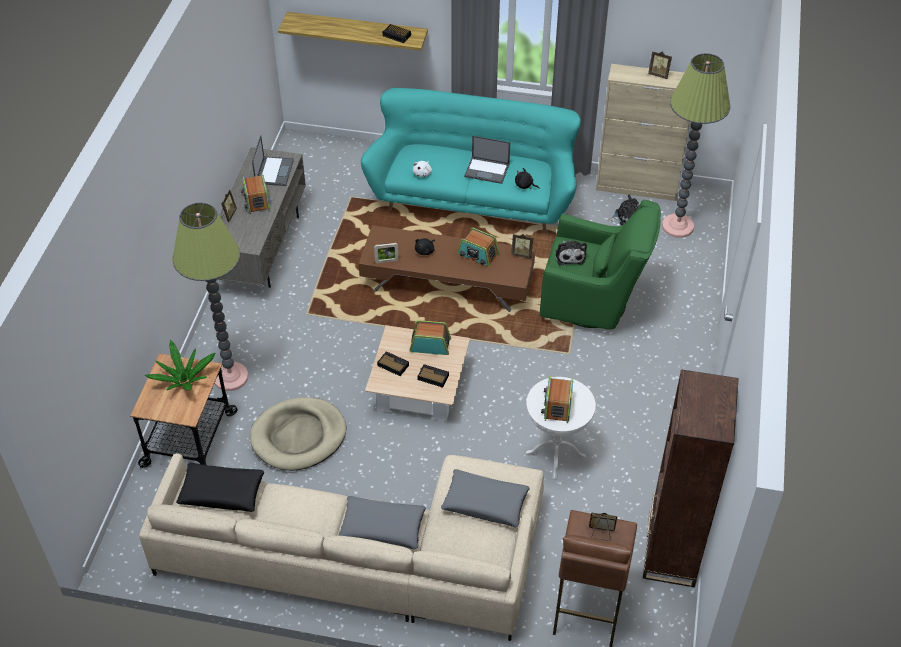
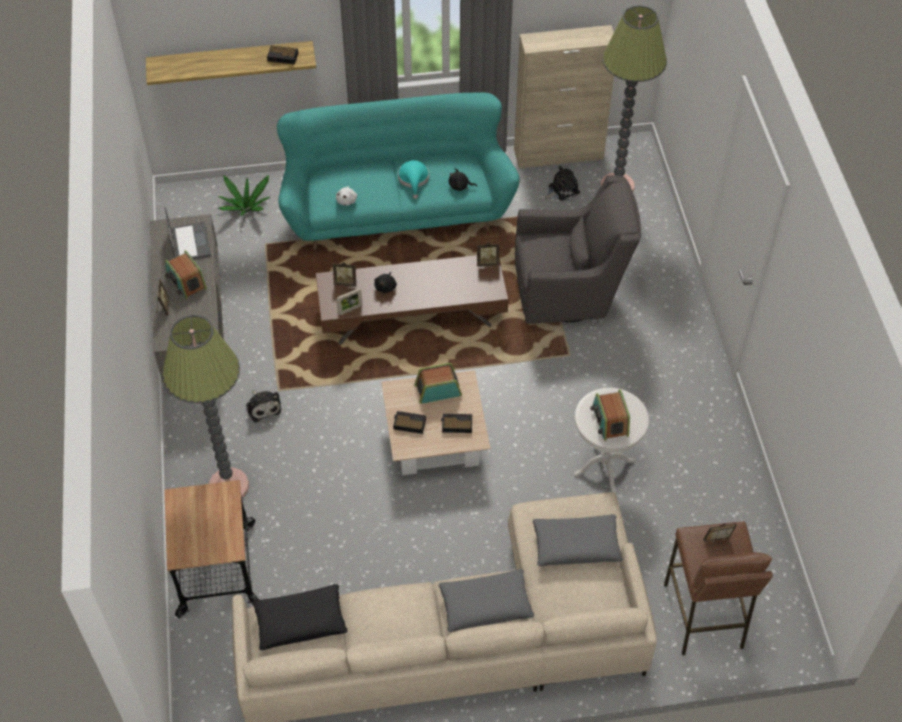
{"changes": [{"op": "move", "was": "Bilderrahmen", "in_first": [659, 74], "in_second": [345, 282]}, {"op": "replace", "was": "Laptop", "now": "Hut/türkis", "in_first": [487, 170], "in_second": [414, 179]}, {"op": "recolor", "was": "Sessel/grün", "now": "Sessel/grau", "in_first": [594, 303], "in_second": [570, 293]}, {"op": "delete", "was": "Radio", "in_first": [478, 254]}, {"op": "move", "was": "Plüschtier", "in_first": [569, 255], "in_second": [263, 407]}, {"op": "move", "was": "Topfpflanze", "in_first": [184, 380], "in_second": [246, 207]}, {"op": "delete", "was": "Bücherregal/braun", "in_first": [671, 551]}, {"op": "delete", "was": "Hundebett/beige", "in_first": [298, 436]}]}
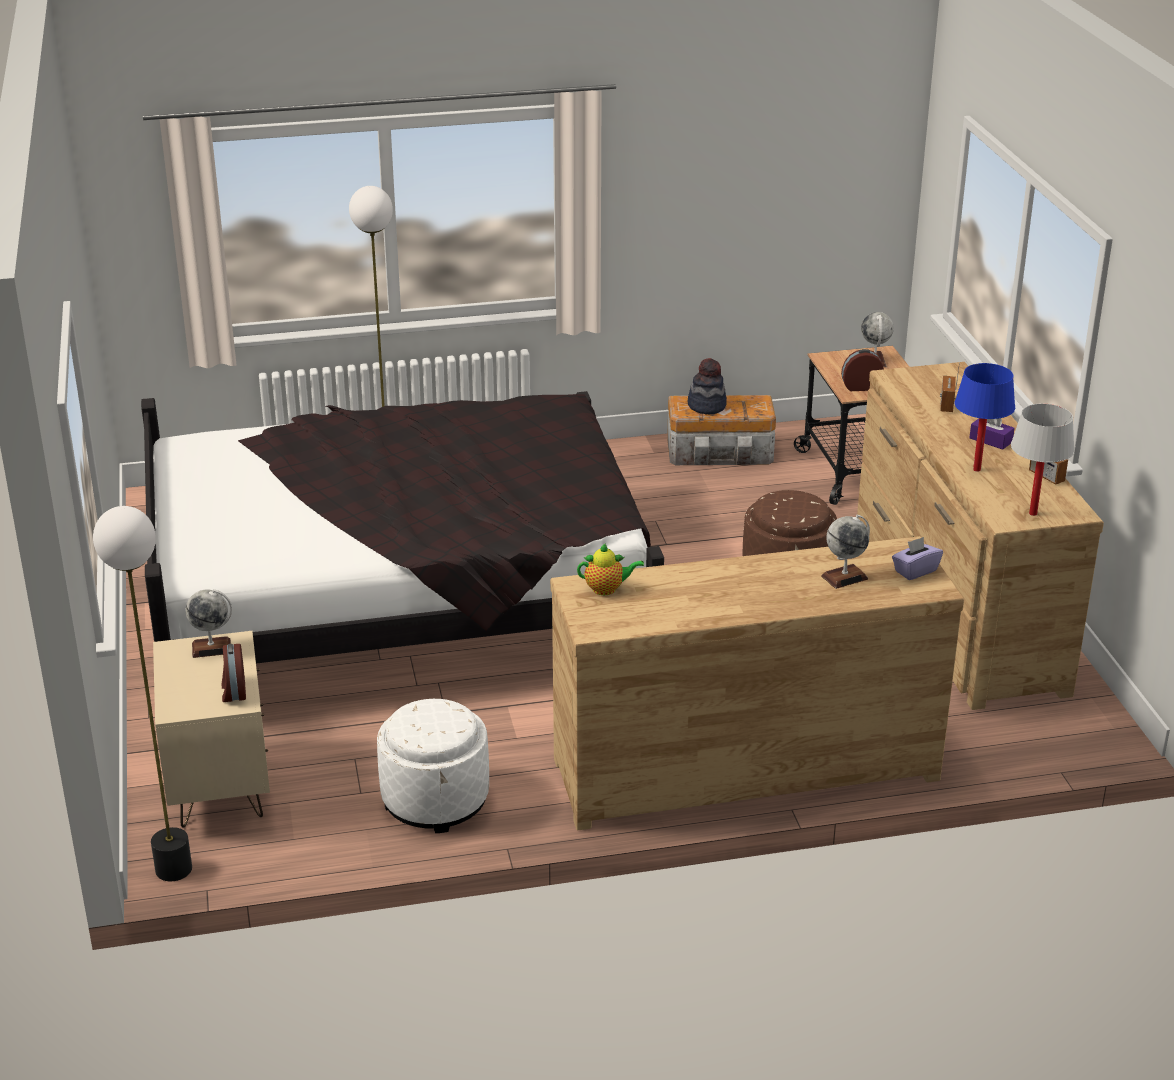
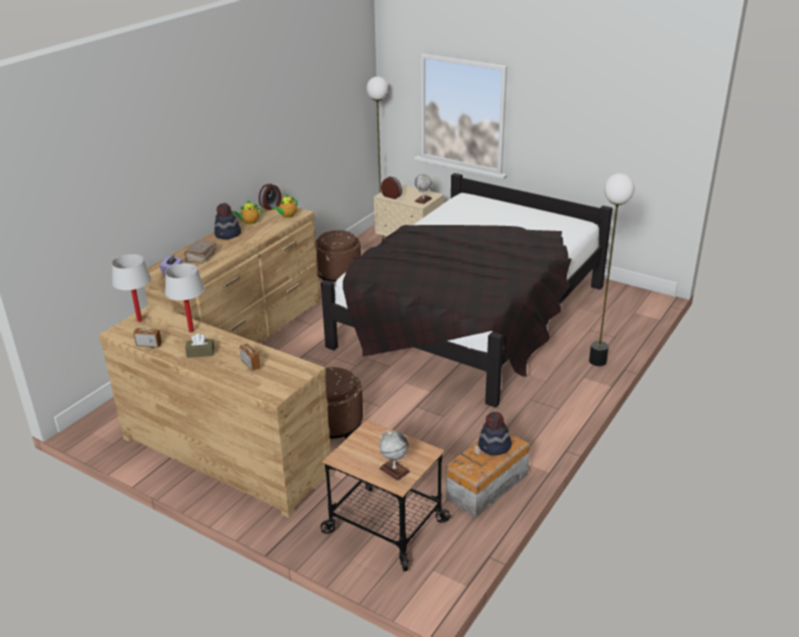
{"changes": [{"op": "move", "was": "Wecker", "in_first": [861, 386], "in_second": [271, 206]}, {"op": "recolor", "was": "Tischlampe/blau", "now": "Tischlampe/weiß", "in_first": [977, 469], "in_second": [191, 331]}, {"op": "recolor", "was": "Taschentuchbox/lila", "now": "Taschentuchbox/braun", "in_first": [990, 440], "in_second": [200, 353]}, {"op": "replace", "was": "Globus", "now": "Buch/braun", "in_first": [844, 577], "in_second": [201, 257]}, {"op": "recolor", "was": "Polsterhocker/weiß", "now": "Polsterhocker/braun", "in_first": [435, 800], "in_second": [338, 274]}, {"op": "insert", "now": "Teekanne", "in_second": [249, 222]}, {"op": "insert", "now": "Hut", "in_second": [228, 234]}]}
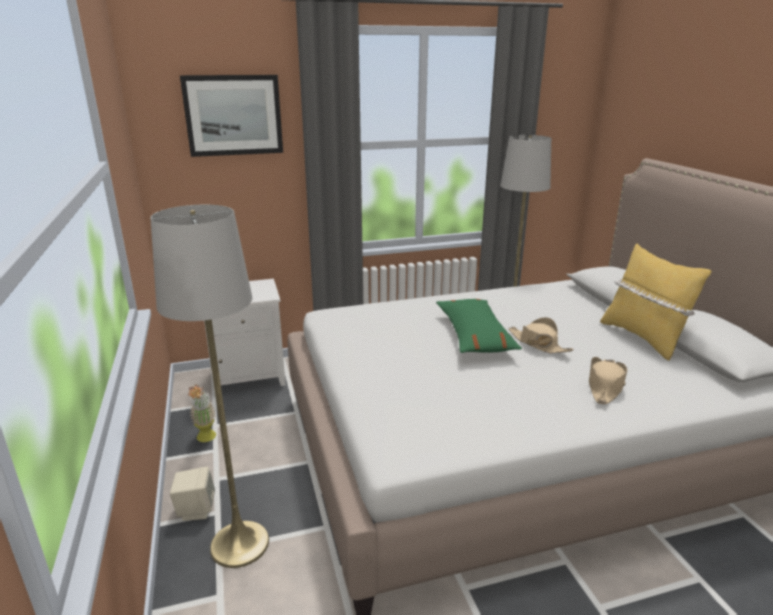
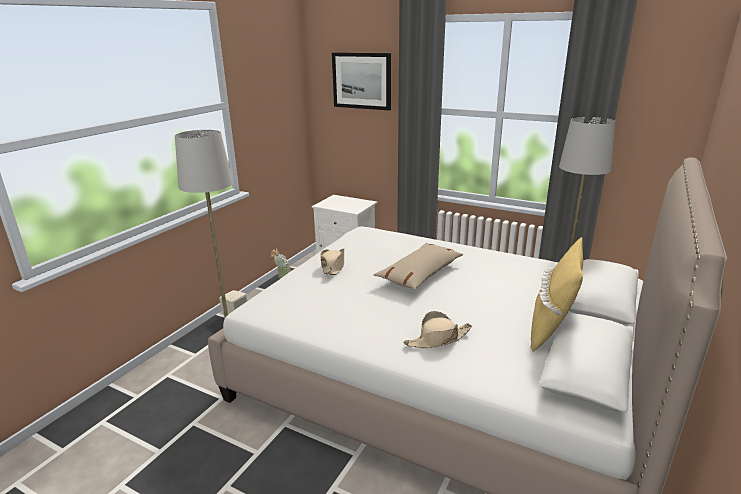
{"changes": [{"op": "recolor", "was": "Kissen/grün", "now": "Kissen/beige", "in_first": [474, 335], "in_second": [420, 274]}, {"op": "move", "was": "Hut/beige", "in_first": [538, 344], "in_second": [333, 266]}]}
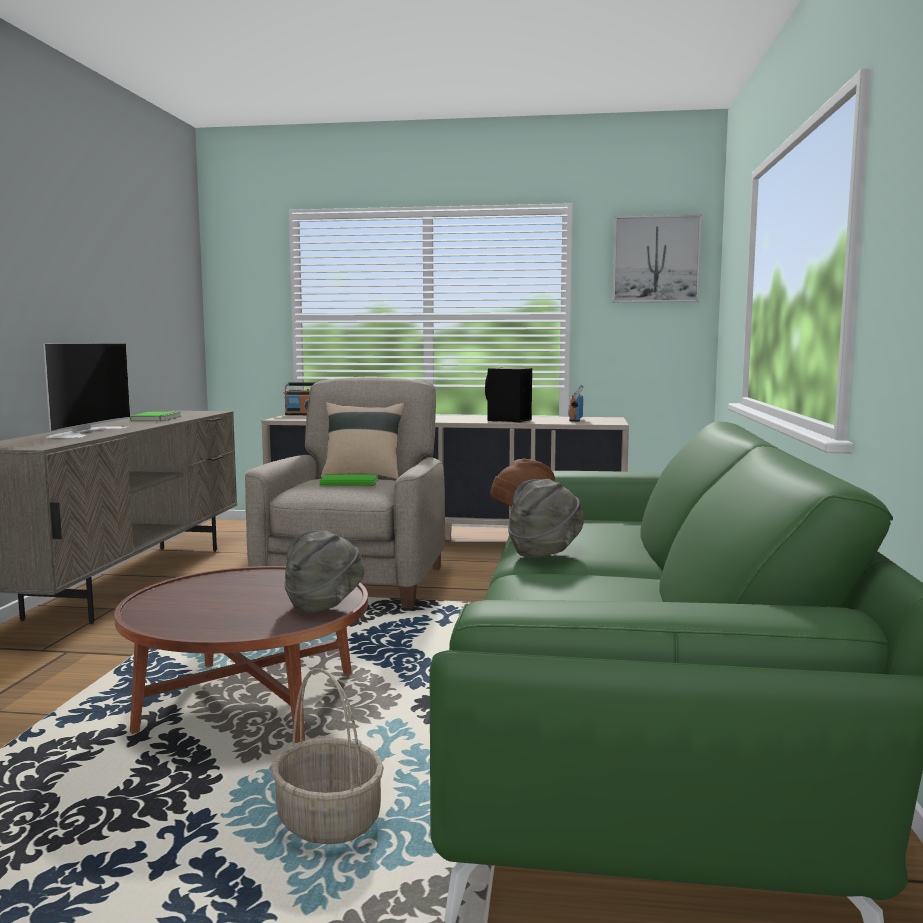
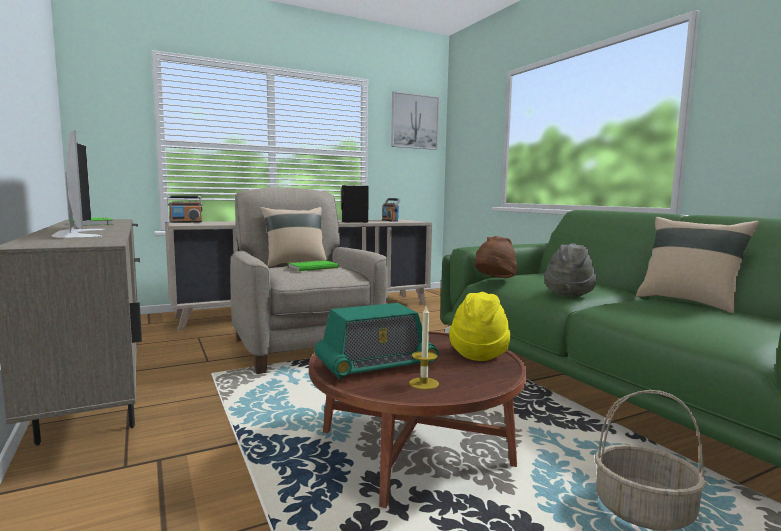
{"changes": [{"op": "recolor", "was": "Hut/grau", "now": "Hut/gelb", "in_first": [324, 606], "in_second": [479, 353]}, {"op": "insert", "now": "Kissen/beige", "in_second": [688, 302]}, {"op": "insert", "now": "Radio", "in_second": [376, 364]}, {"op": "insert", "now": "Kerze", "in_second": [423, 383]}]}
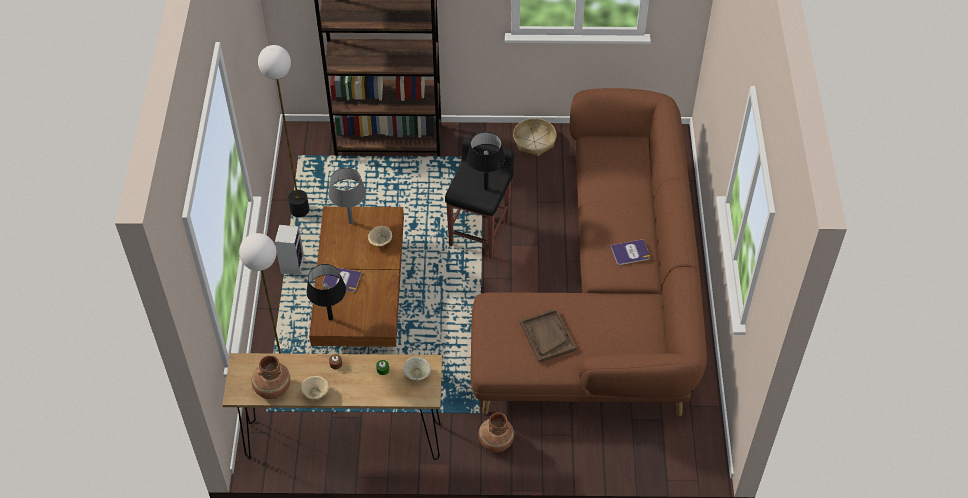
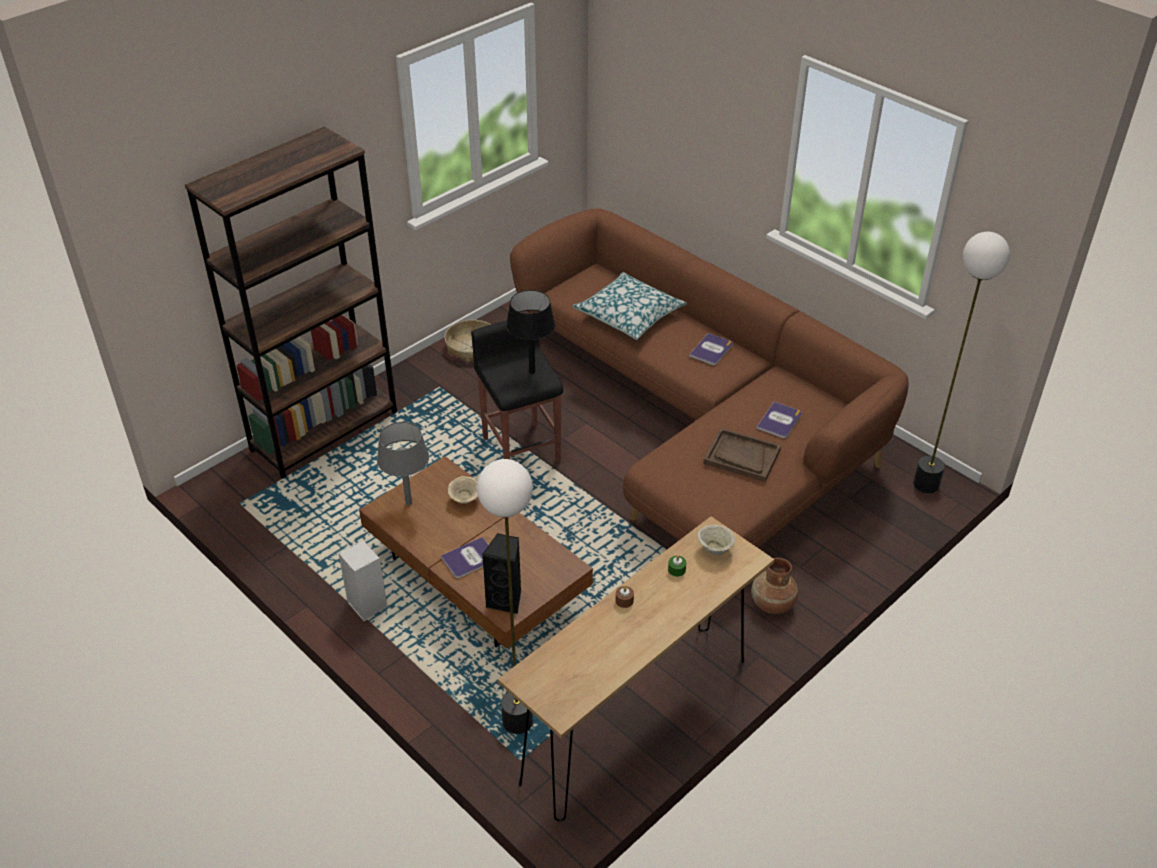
{"changes": [{"op": "move", "was": "Stehlampe", "in_first": [299, 210], "in_second": [925, 484]}, {"op": "replace", "was": "Tischlampe/schwarz", "now": "Lautsprecher/schwarz", "in_first": [330, 318], "in_second": [506, 600]}, {"op": "delete", "was": "Vase/braun", "in_first": [272, 388]}, {"op": "delete", "was": "Schüssel/beige", "in_first": [315, 394]}, {"op": "insert", "now": "Kissen", "in_second": [629, 315]}, {"op": "insert", "now": "Buch", "in_second": [779, 421]}]}
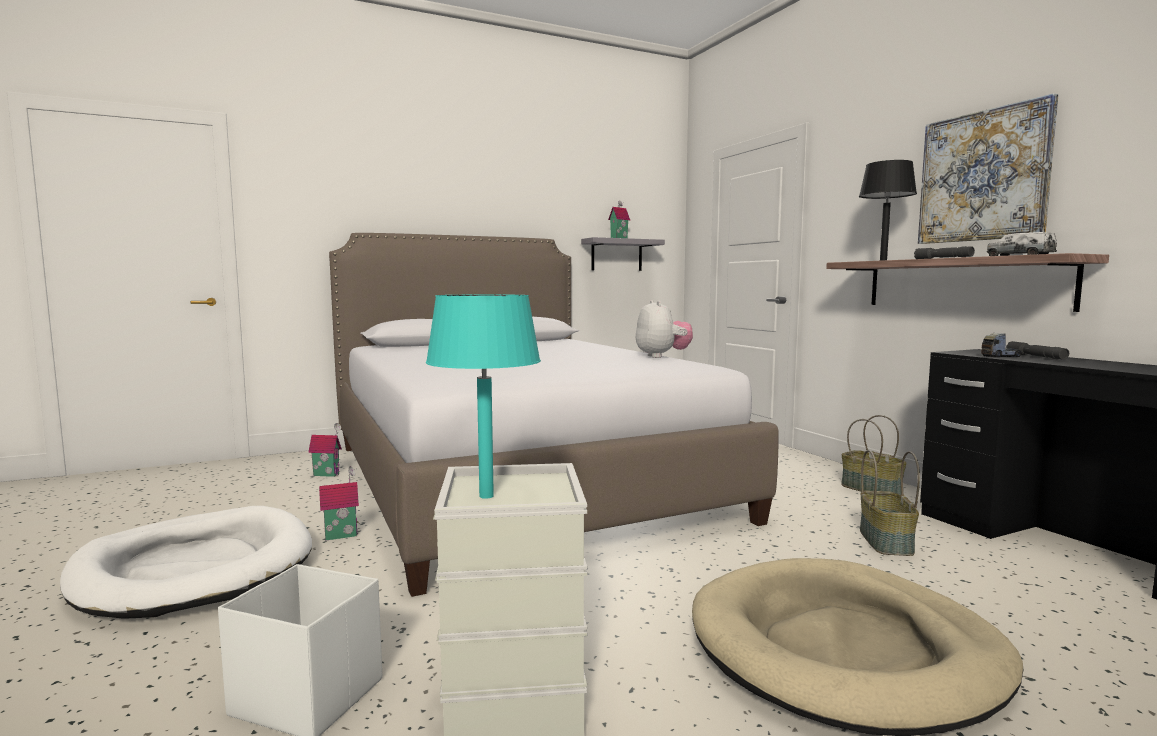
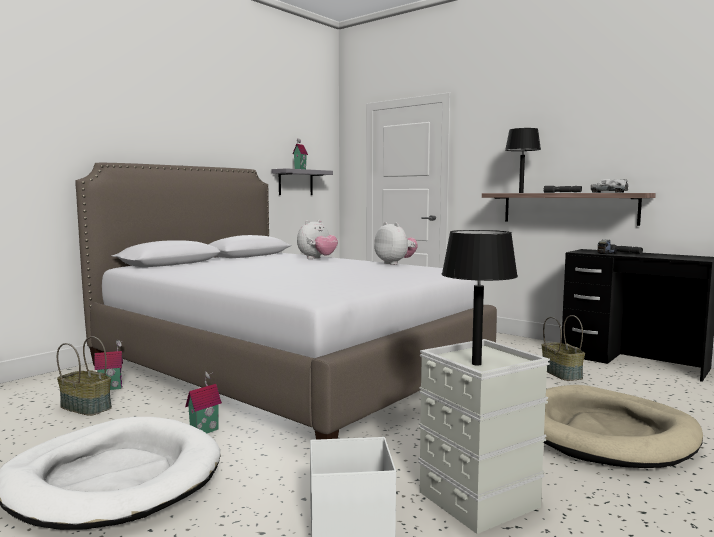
{"changes": [{"op": "delete", "was": "Bild", "in_first": [983, 176]}, {"op": "recolor", "was": "Tischlampe/türkis", "now": "Tischlampe/schwarz", "in_first": [486, 496], "in_second": [476, 364]}, {"op": "move", "was": "Korb", "in_first": [872, 489], "in_second": [87, 407]}, {"op": "insert", "now": "Plüschtier", "in_second": [317, 259]}]}
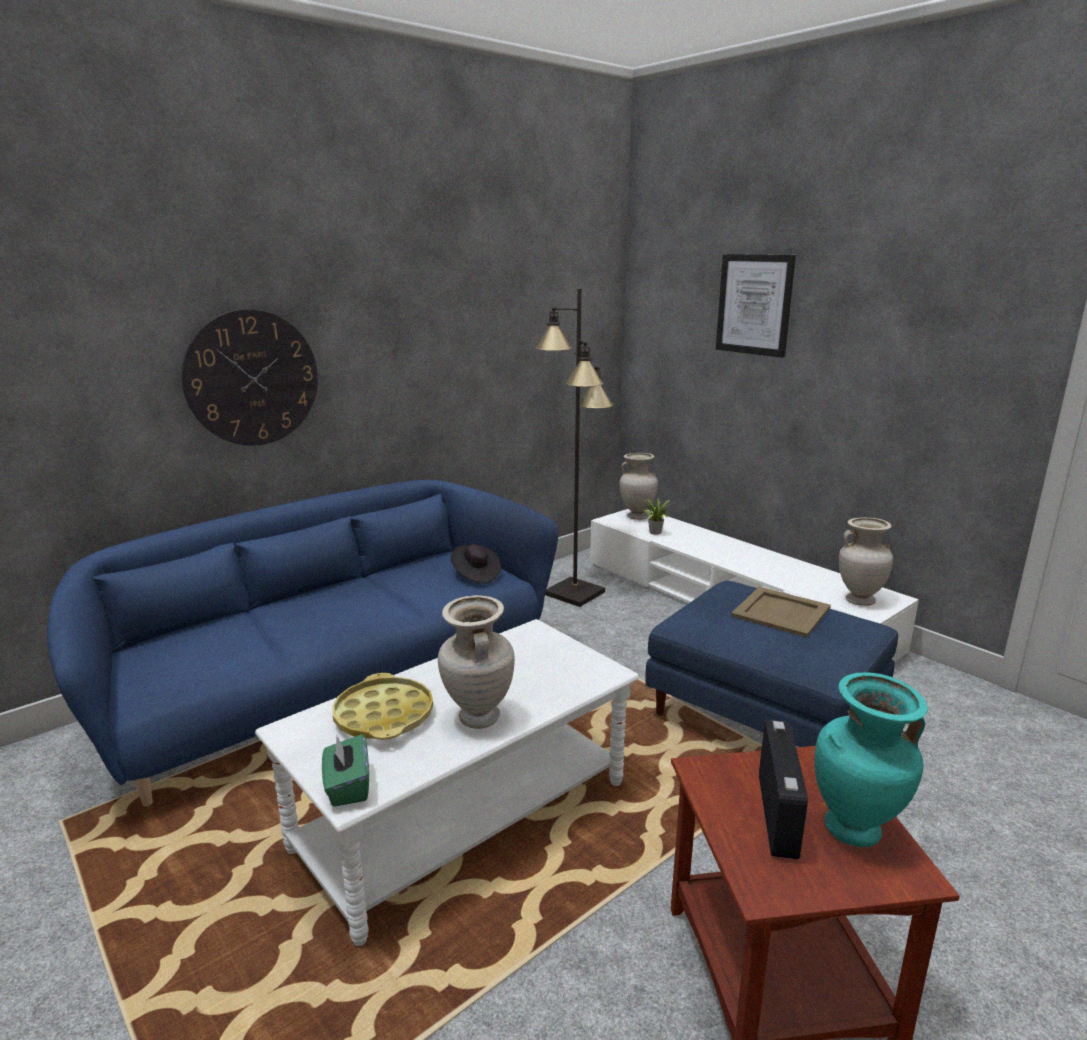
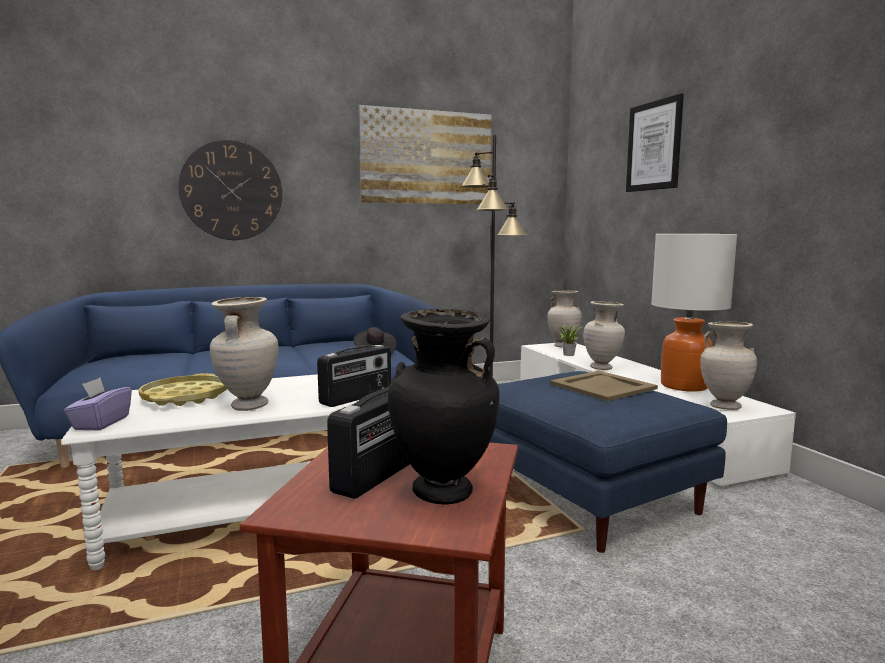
{"changes": [{"op": "recolor", "was": "Vase/türkis", "now": "Vase/schwarz", "in_first": [854, 831], "in_second": [442, 493]}, {"op": "recolor", "was": "Taschentuchbox/grün", "now": "Taschentuchbox/lila", "in_first": [347, 787], "in_second": [101, 423]}, {"op": "insert", "now": "Bild", "in_second": [427, 157]}, {"op": "insert", "now": "Tischlampe", "in_second": [683, 386]}, {"op": "insert", "now": "Vase/beige", "in_second": [602, 368]}, {"op": "insert", "now": "Radio", "in_second": [357, 398]}]}
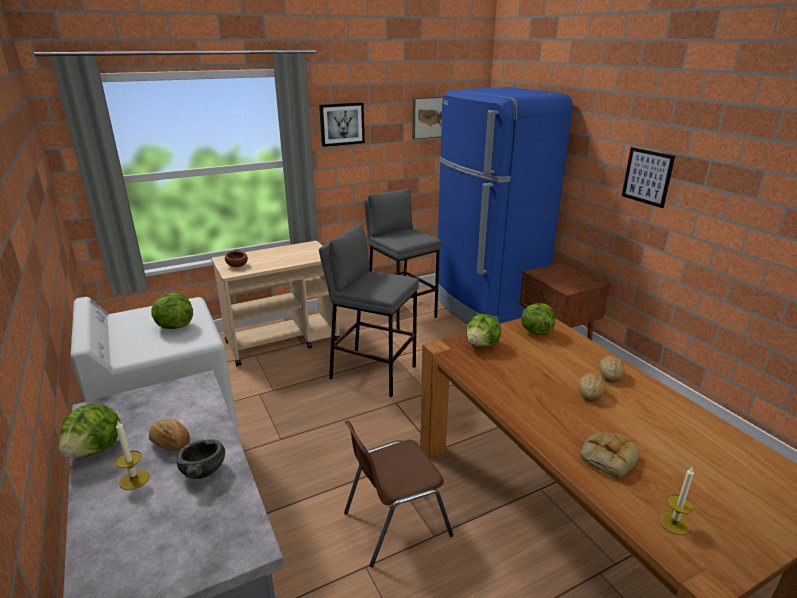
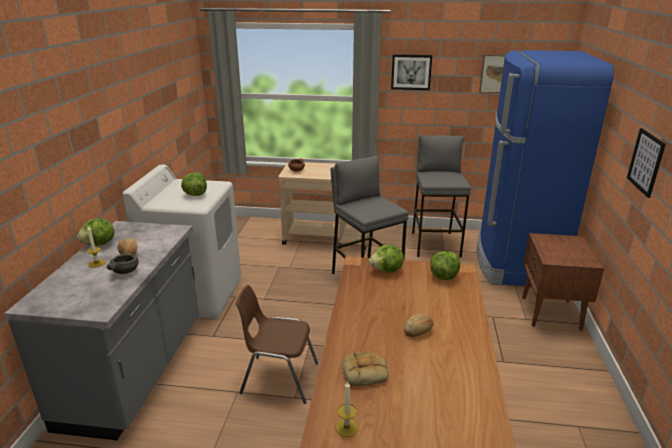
{"changes": [{"op": "delete", "was": "Brot", "in_first": [610, 374]}]}
